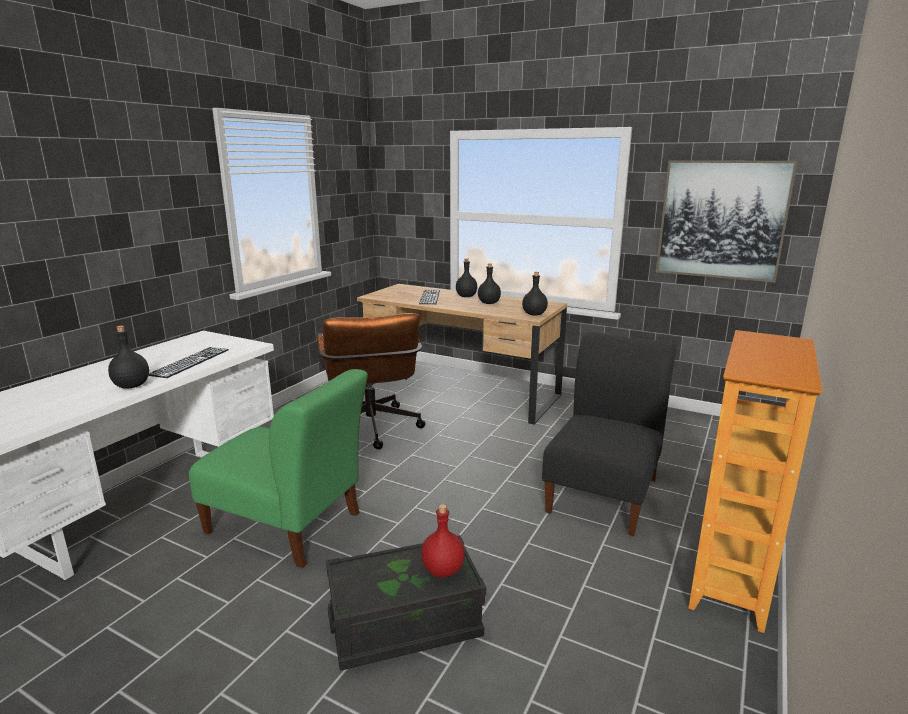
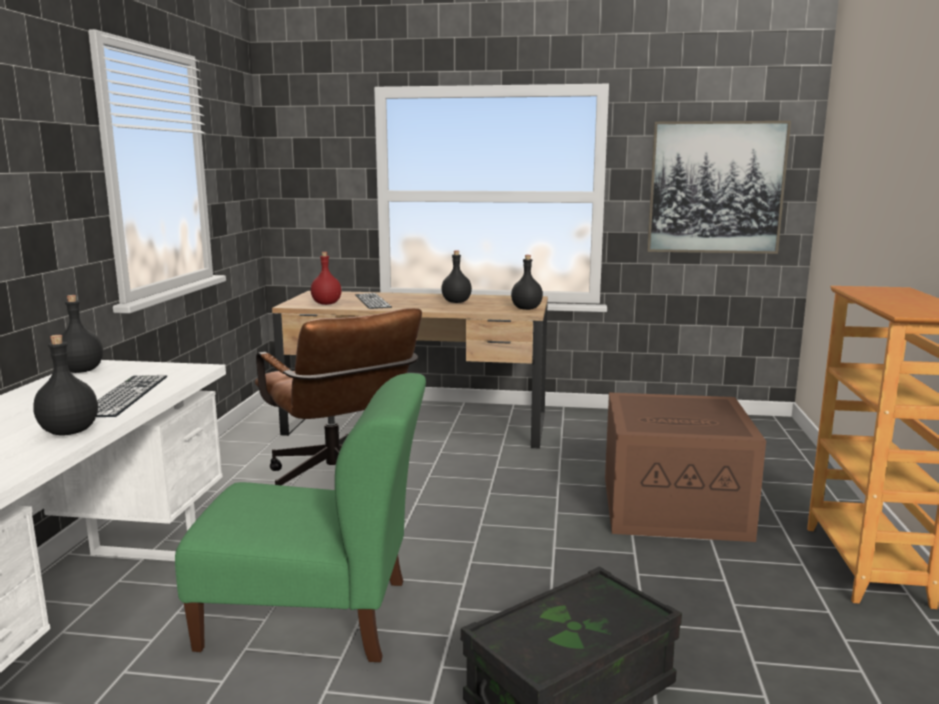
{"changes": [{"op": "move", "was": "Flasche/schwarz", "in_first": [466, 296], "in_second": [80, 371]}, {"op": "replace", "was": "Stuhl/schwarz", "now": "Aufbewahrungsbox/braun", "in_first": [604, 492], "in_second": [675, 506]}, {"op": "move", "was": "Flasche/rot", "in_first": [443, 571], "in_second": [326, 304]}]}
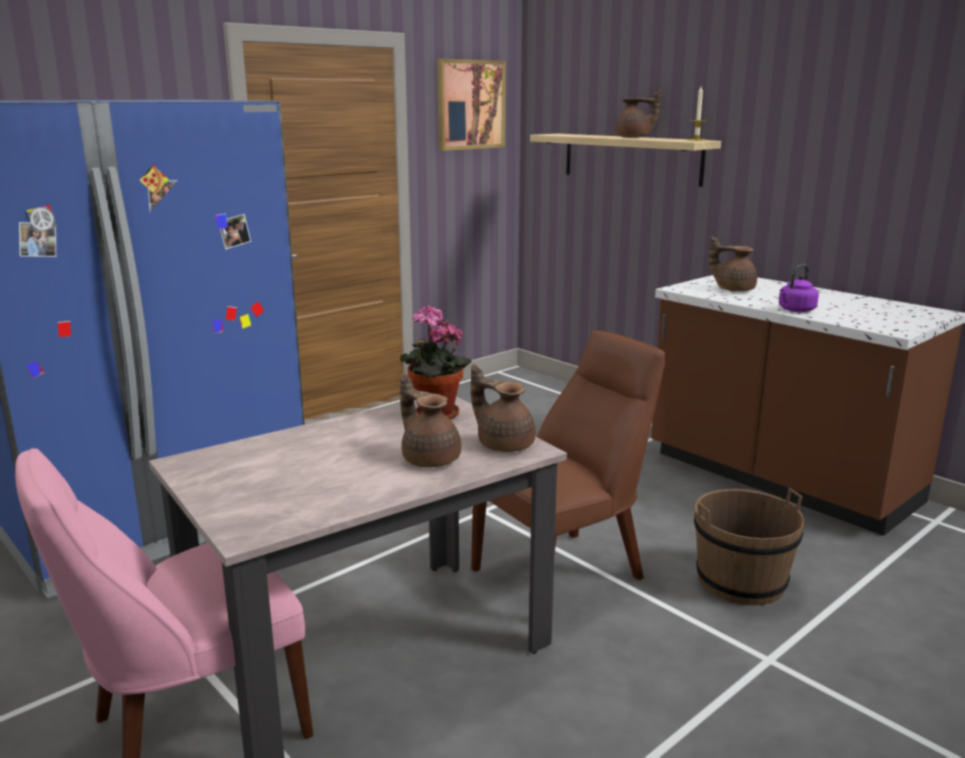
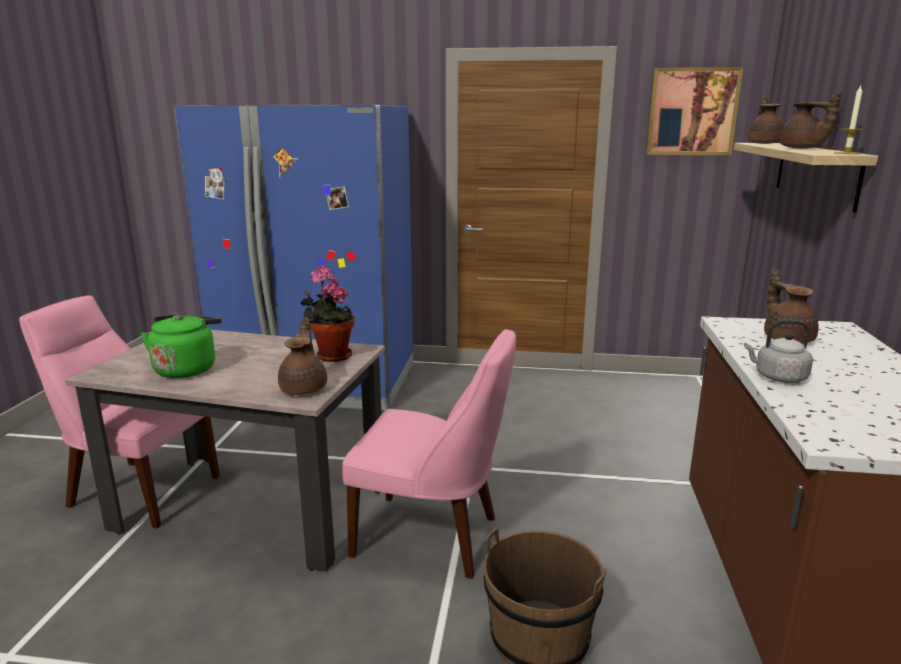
{"changes": [{"op": "recolor", "was": "Wasserkessel/lila", "now": "Wasserkessel/grau", "in_first": [795, 310], "in_second": [777, 377]}, {"op": "recolor", "was": "Stuhl/braun", "now": "Stuhl/rosa", "in_first": [564, 572], "in_second": [433, 537]}, {"op": "move", "was": "Teekanne/braun", "in_first": [429, 458], "in_second": [764, 143]}, {"op": "insert", "now": "Wasserkessel/grün", "in_second": [187, 369]}]}
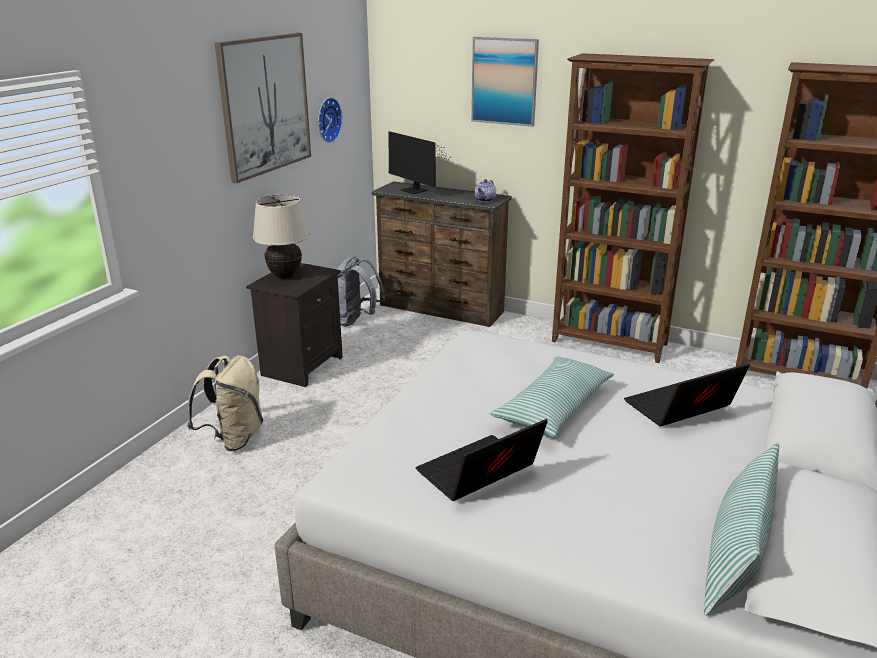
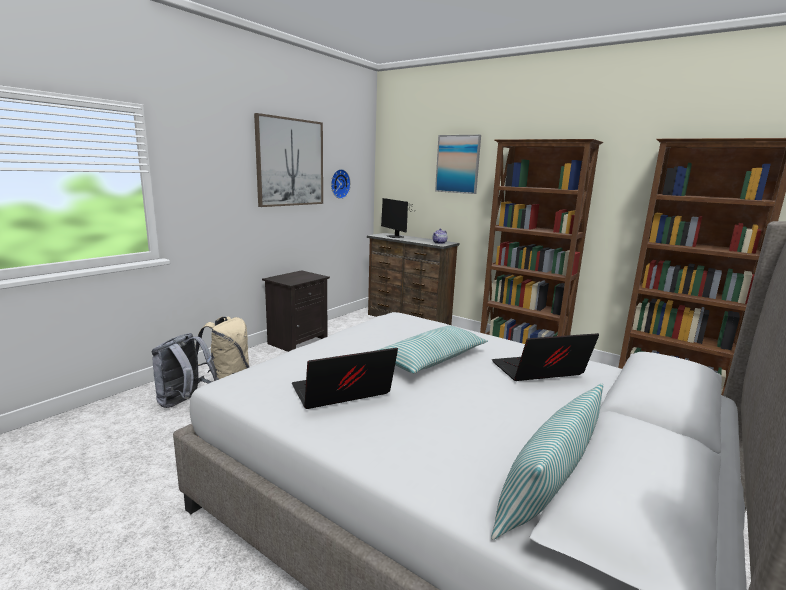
{"changes": [{"op": "delete", "was": "Tischlampe/beige", "in_first": [285, 276]}, {"op": "move", "was": "Rucksack/grau", "in_first": [356, 321], "in_second": [184, 402]}]}
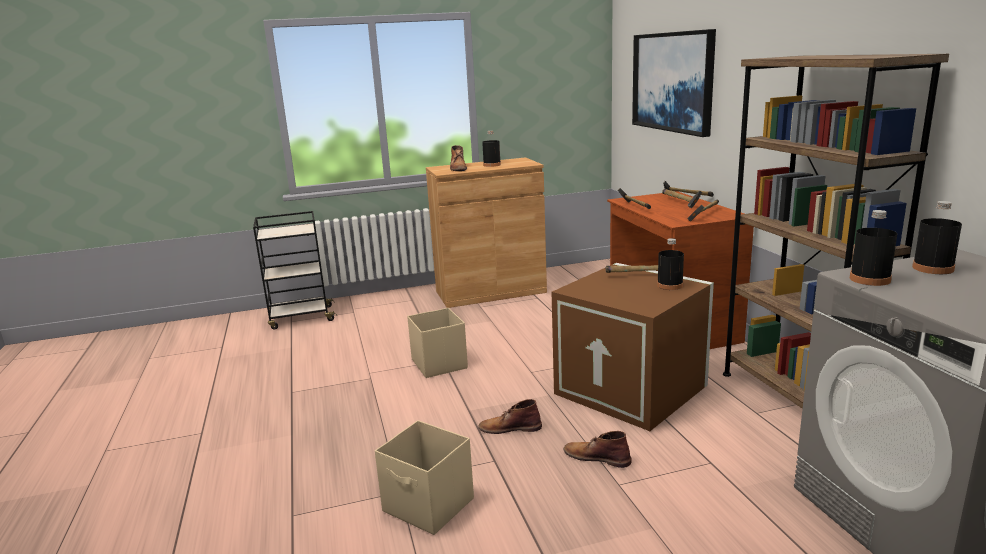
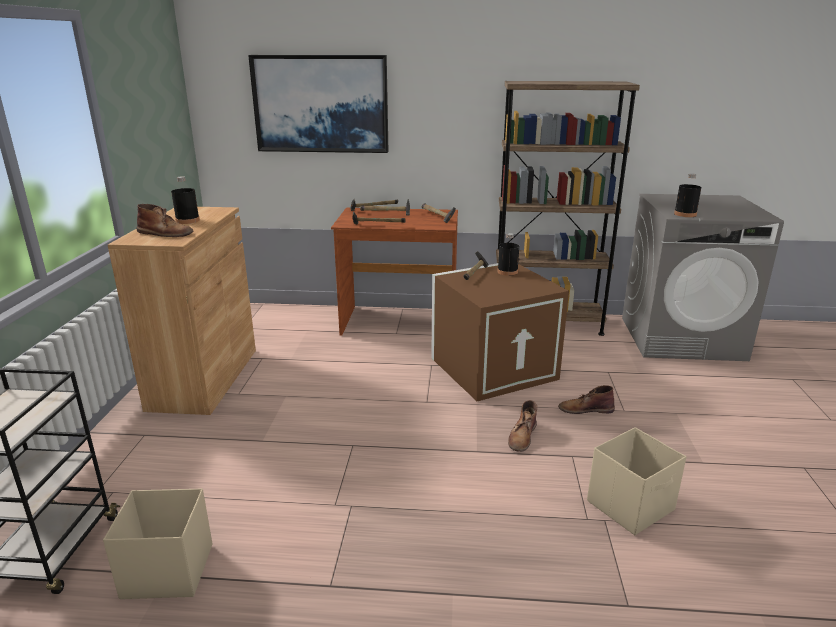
{"changes": [{"op": "delete", "was": "Flasche/schwarz", "in_first": [933, 268]}, {"op": "move", "was": "Aufbewahrungsbox/beige", "in_first": [439, 363], "in_second": [167, 570]}, {"op": "rotate", "was": "Stiefel/braun", "in_first": [596, 457], "in_second": [585, 409], "clockwise": 45}]}
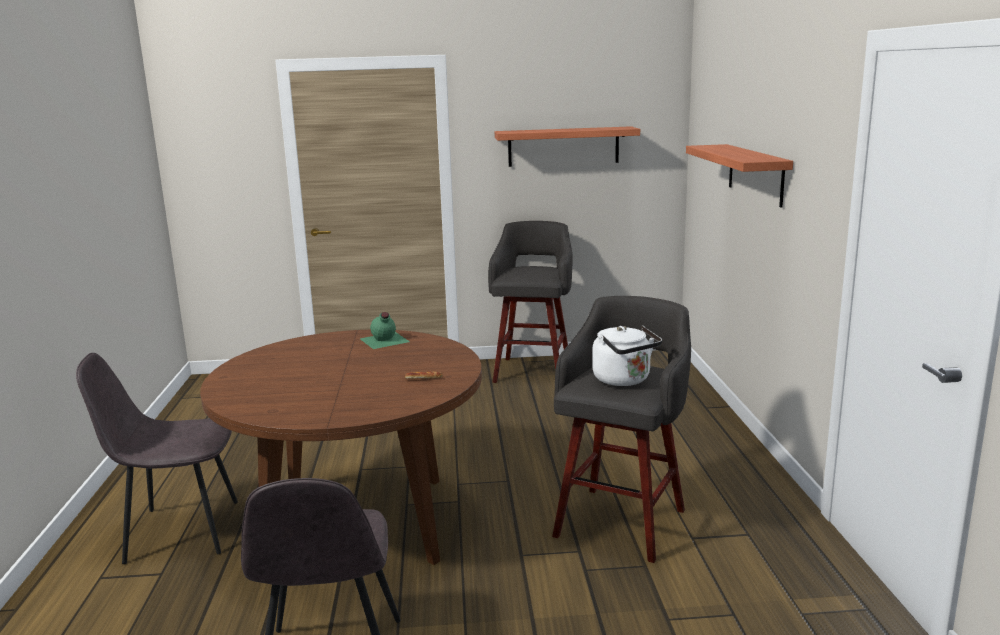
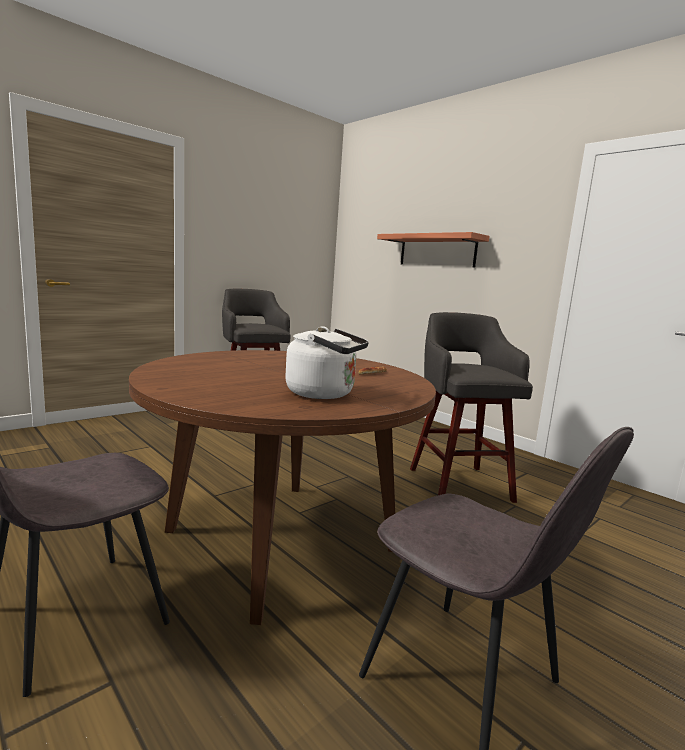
{"changes": [{"op": "delete", "was": "Wandregal", "in_first": [563, 146]}, {"op": "delete", "was": "Flasche/grün", "in_first": [384, 340]}, {"op": "move", "was": "Wasserkessel/weiß", "in_first": [624, 380], "in_second": [324, 394]}]}
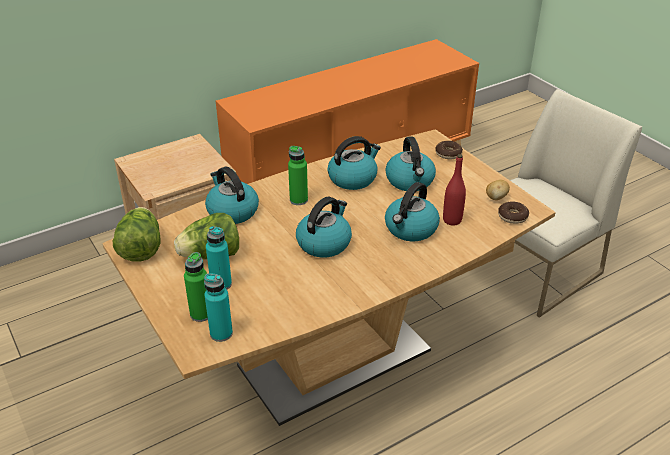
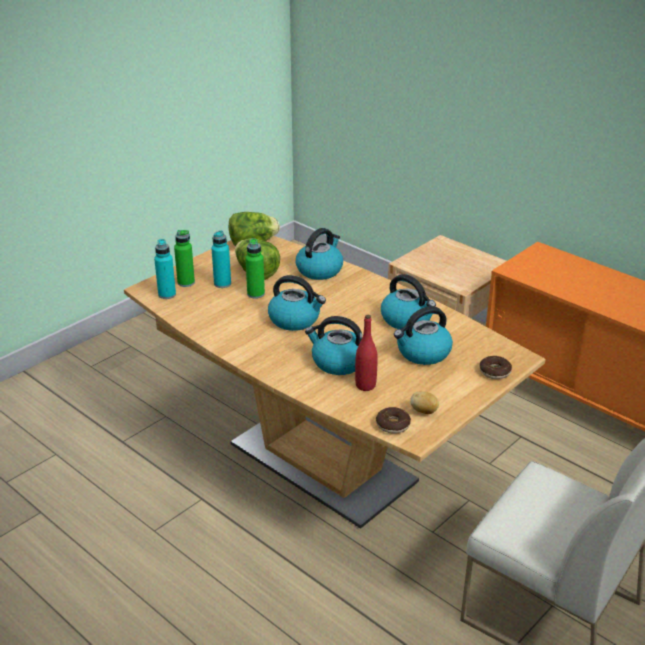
{"changes": [{"op": "move", "was": "Flasche/grün", "in_first": [298, 200], "in_second": [256, 294]}]}
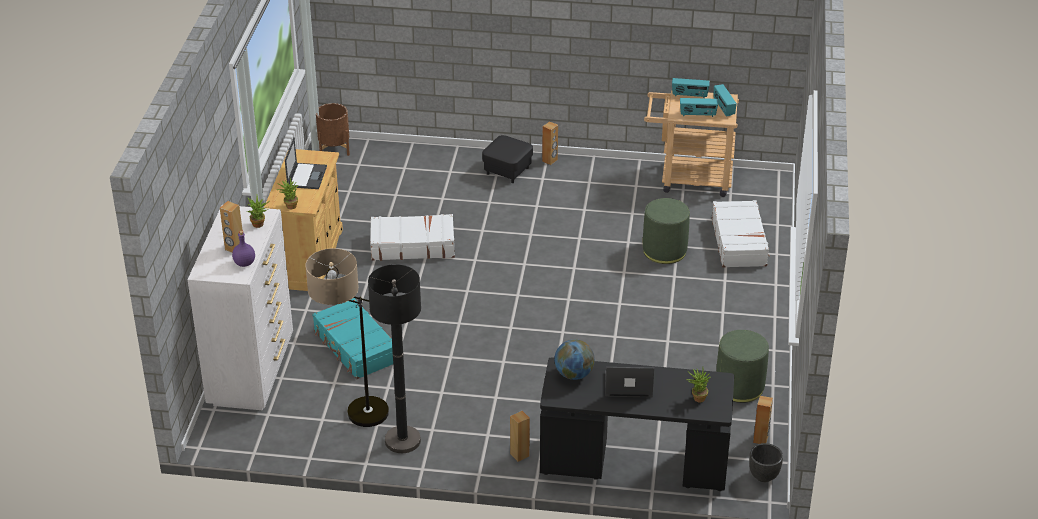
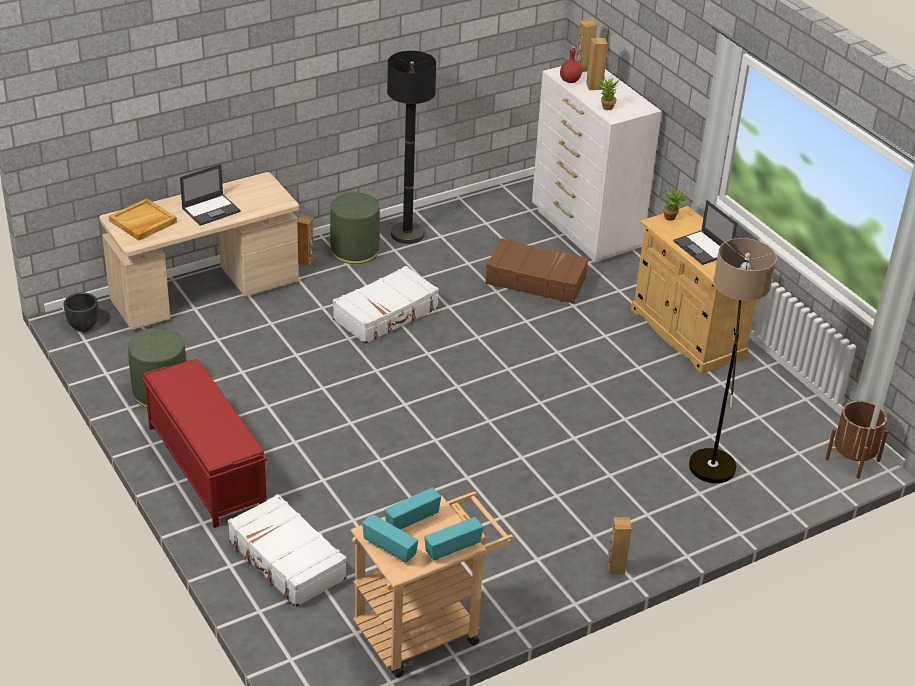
{"changes": [{"op": "delete", "was": "Polsterhocker/schwarz", "in_first": [507, 171]}, {"op": "move", "was": "Polsterhocker/grün", "in_first": [664, 251], "in_second": [355, 250]}, {"op": "move", "was": "Koffer/weiß", "in_first": [412, 245], "in_second": [386, 314]}, {"op": "recolor", "was": "Flasche/lila", "now": "Flasche/rot", "in_first": [245, 263], "in_second": [569, 81]}, {"op": "move", "was": "Stehlampe", "in_first": [355, 421], "in_second": [712, 454]}, {"op": "recolor", "was": "Koffer/türkis", "now": "Koffer/braun", "in_first": [355, 347], "in_second": [535, 280]}, {"op": "delete", "was": "Globus", "in_first": [574, 374]}, {"op": "recolor", "was": "Schreibtisch/schwarz", "now": "Schreibtisch/beige", "in_first": [633, 463], "in_second": [205, 291]}, {"op": "replace", "was": "Topfpflanze", "now": "Tablett/beige", "in_first": [697, 397], "in_second": [143, 222]}, {"op": "move", "was": "Lautsprecher/braun", "in_first": [761, 439], "in_second": [583, 68]}, {"op": "insert", "now": "Bank/rot", "in_second": [205, 466]}]}
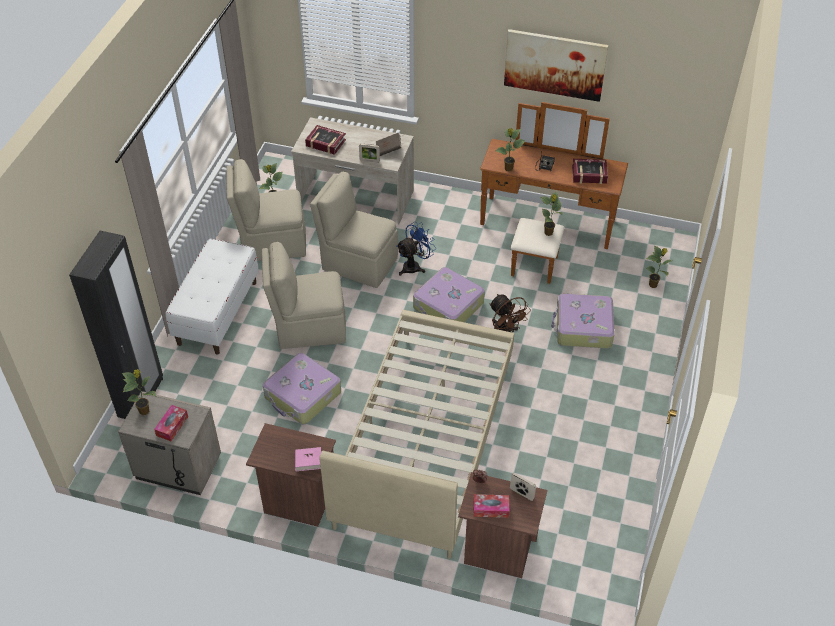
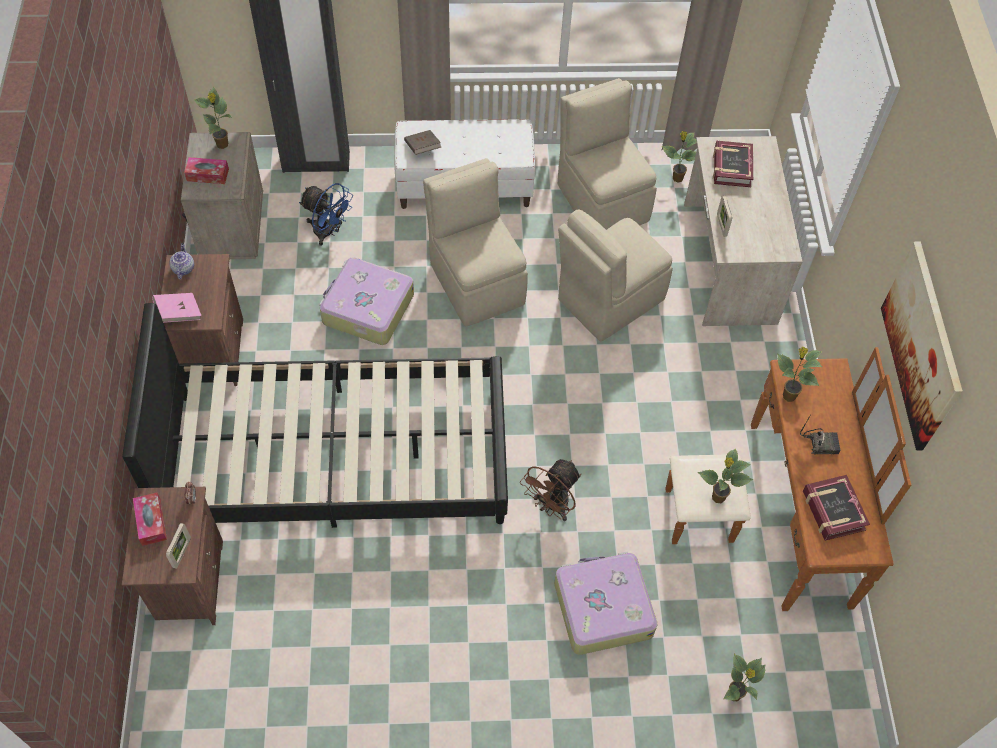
{"changes": [{"op": "move", "was": "Buch/braun", "in_first": [388, 150], "in_second": [422, 149]}, {"op": "rotate", "was": "Stuhl/beige", "in_first": [358, 263], "in_second": [608, 300], "clockwise": -135}, {"op": "move", "was": "Ventilator/blau", "in_first": [414, 266], "in_second": [328, 232]}, {"op": "delete", "was": "Koffer", "in_first": [448, 306]}, {"op": "recolor", "was": "Bett/beige", "now": "Bett/schwarz", "in_first": [425, 440], "in_second": [337, 458]}, {"op": "insert", "now": "Teekanne", "in_second": [183, 268]}]}
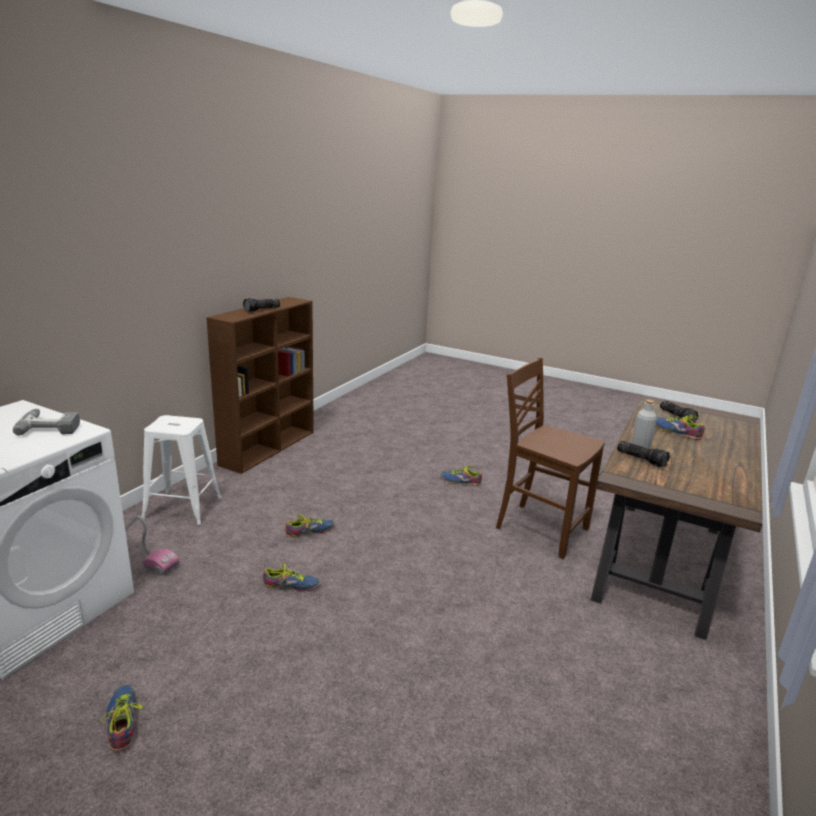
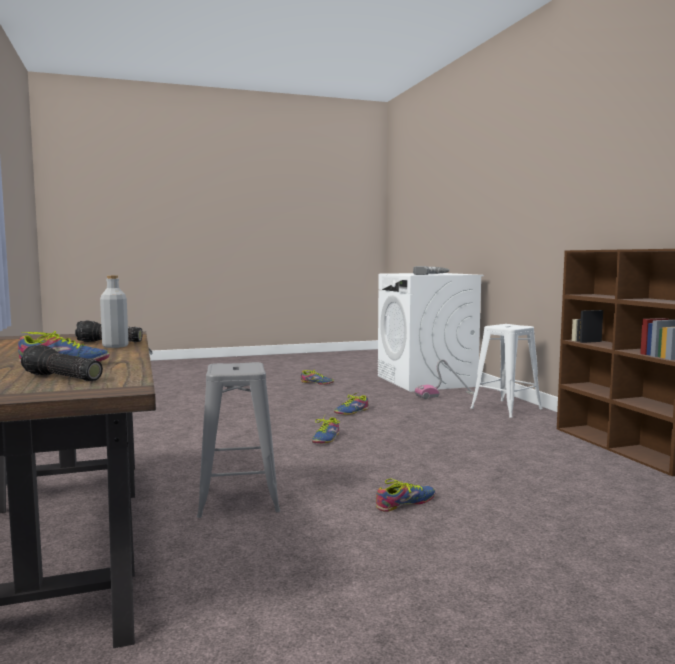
{"changes": [{"op": "delete", "was": "Taschenlampe", "in_first": [262, 310]}, {"op": "replace", "was": "Stuhl/braun", "now": "Hocker/grau", "in_first": [540, 528], "in_second": [238, 497]}, {"op": "move", "was": "Schuh", "in_first": [309, 531], "in_second": [326, 439]}]}
